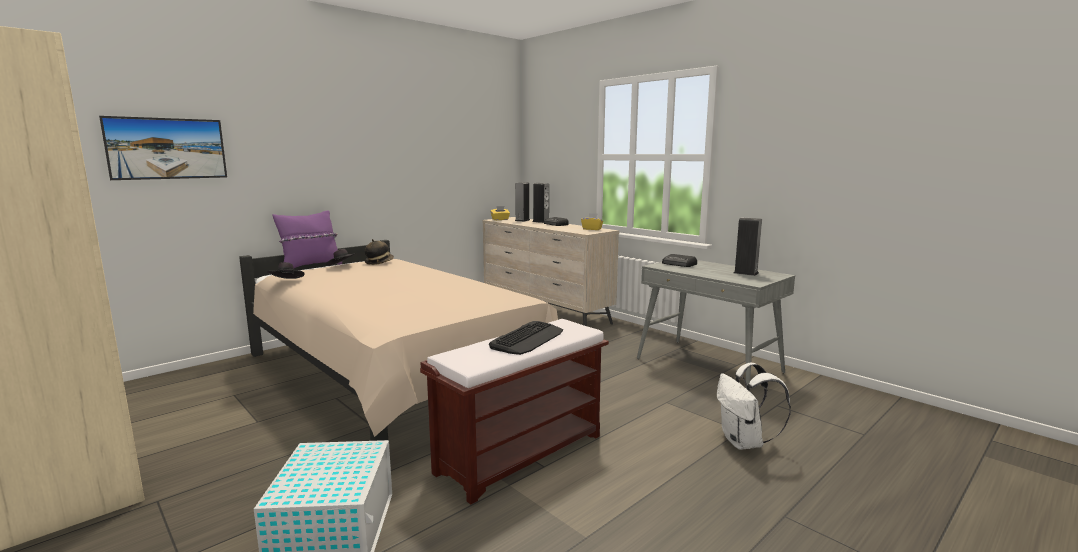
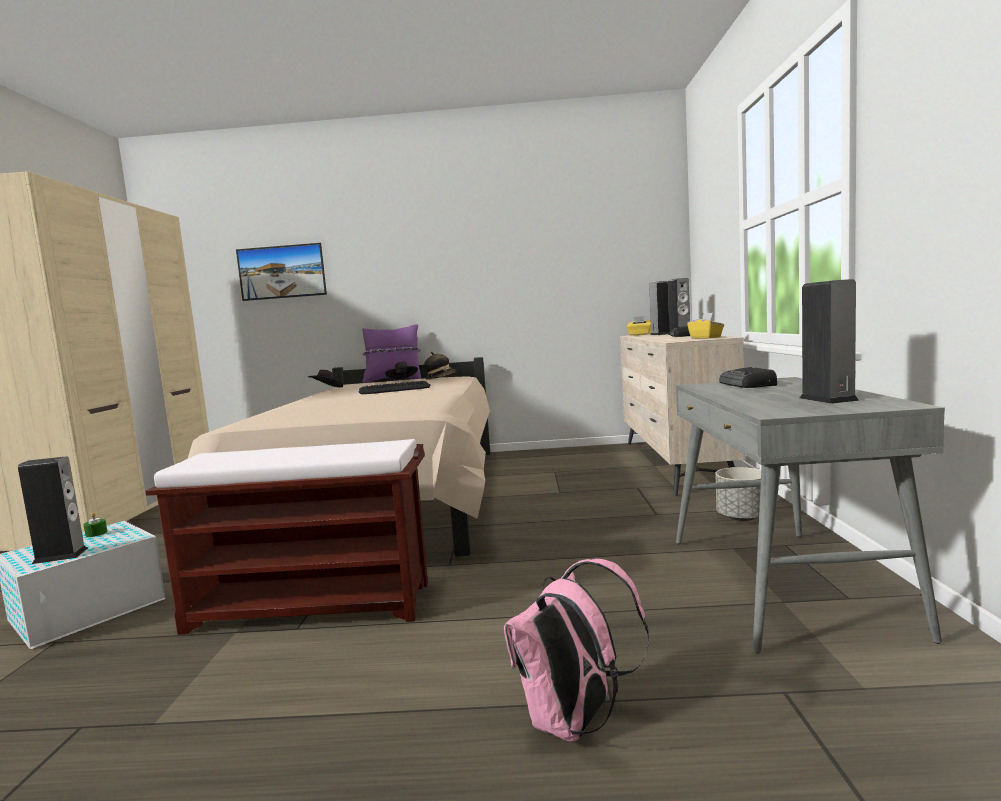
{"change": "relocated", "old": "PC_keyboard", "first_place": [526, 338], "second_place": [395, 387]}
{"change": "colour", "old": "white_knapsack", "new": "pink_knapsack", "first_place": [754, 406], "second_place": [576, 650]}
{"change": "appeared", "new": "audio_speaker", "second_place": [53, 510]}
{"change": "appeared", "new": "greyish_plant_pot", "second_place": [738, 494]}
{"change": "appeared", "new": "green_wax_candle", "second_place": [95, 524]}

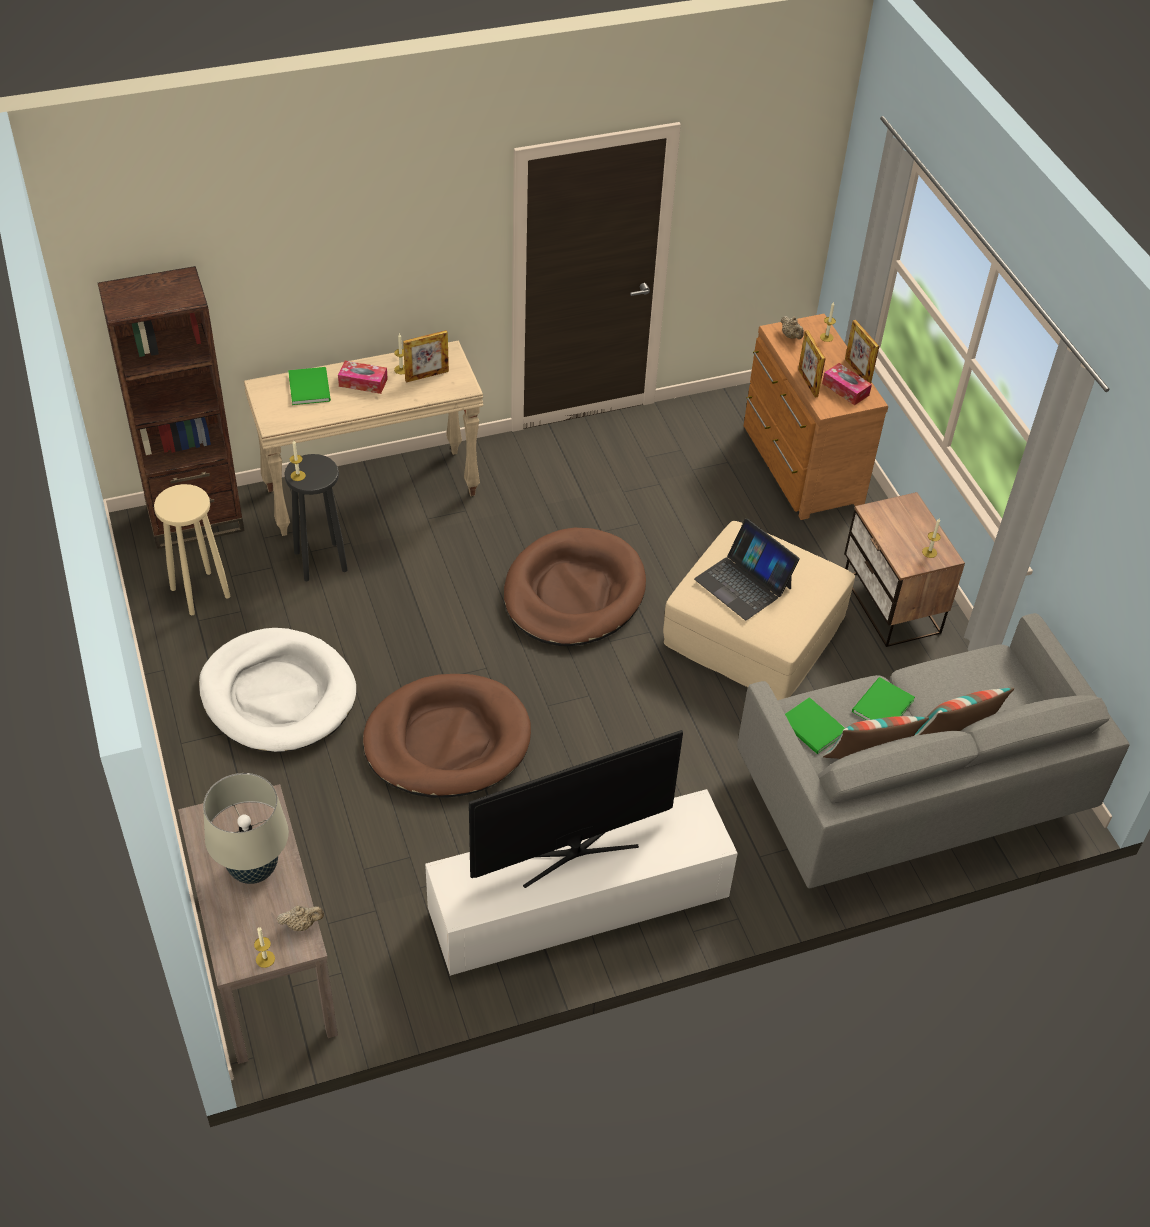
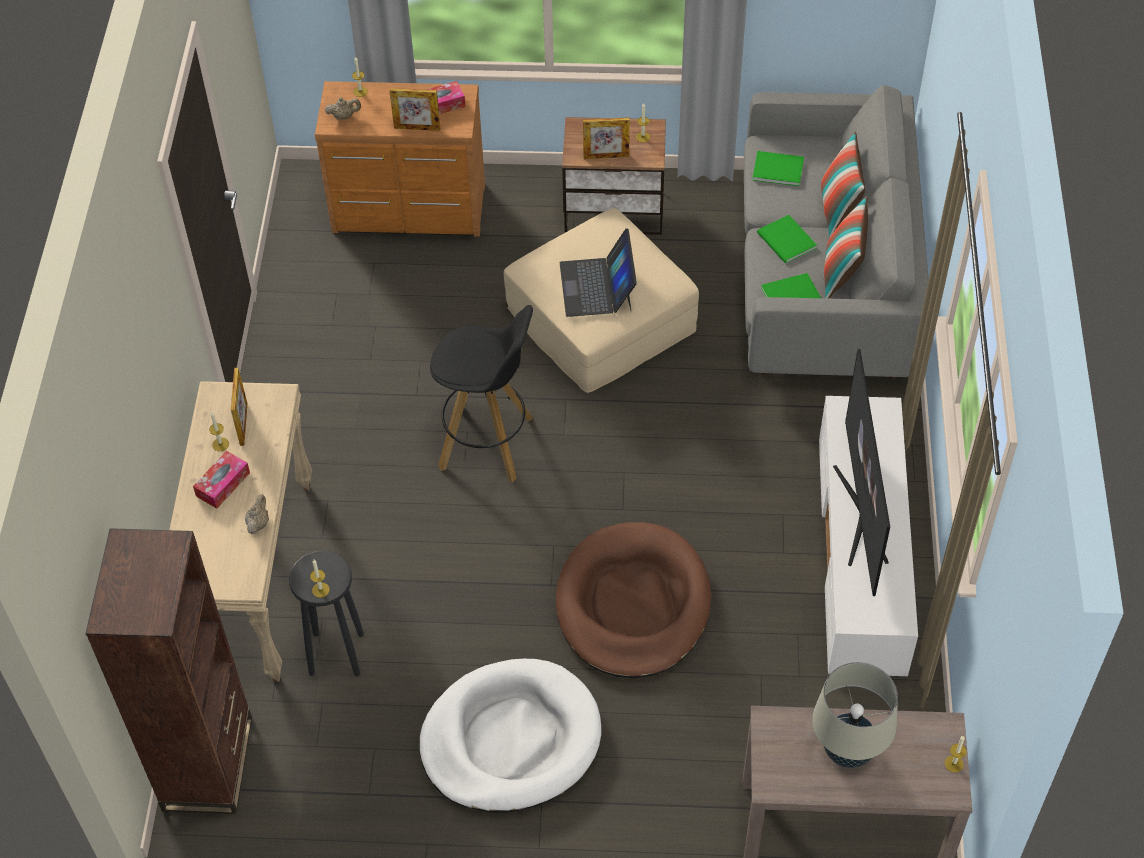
{"change": "relocated", "old": "photo_frame", "first_place": [862, 351], "second_place": [606, 138]}
{"change": "relocated", "old": "green_book", "first_place": [309, 386], "second_place": [778, 168]}
{"change": "missing", "old": "beige_stool", "first_place": [192, 549]}
{"change": "spun", "old": "portable_computer", "first_place": [747, 569], "second_place": [598, 272], "degrees": 105}
{"change": "exchanged", "old": "brown-coloured_dog_cushion", "new": "blackish_stool", "first_place": [575, 586], "second_place": [481, 393]}
{"change": "relocated", "old": "beige_pot_for_tea", "first_place": [300, 918], "second_place": [257, 514]}

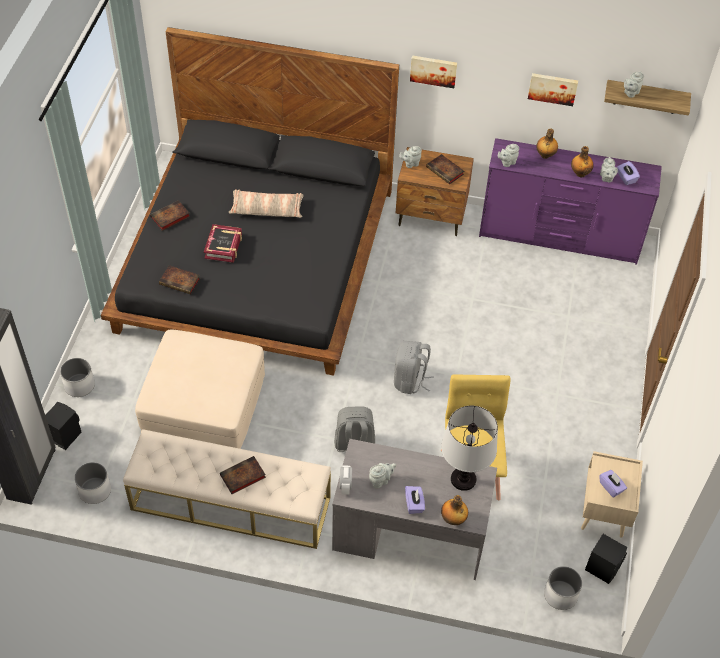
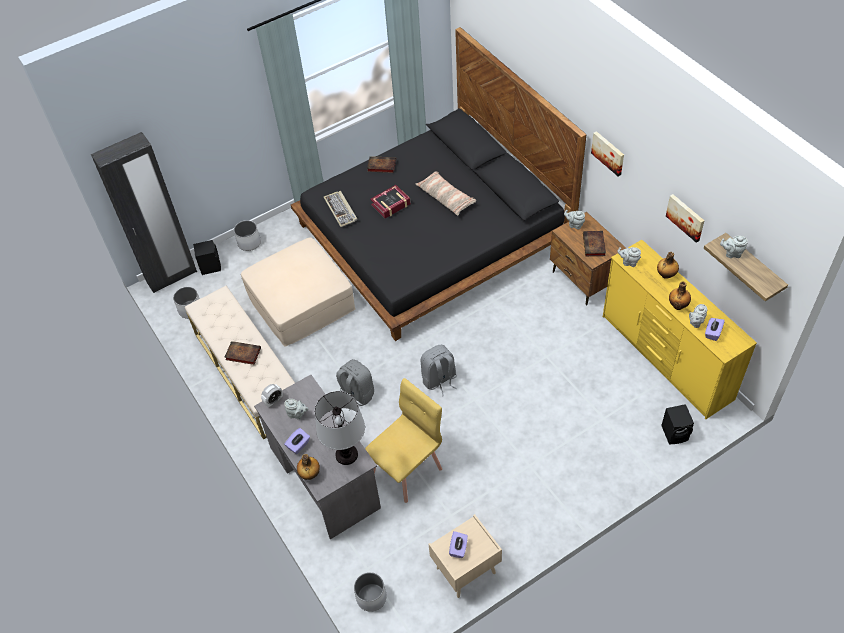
{"change": "colour", "old": "purplish_dresser", "new": "yellow-coloured_dresser", "first_place": [570, 201], "second_place": [680, 329]}
{"change": "exchanged", "old": "book", "new": "PC_keyboard", "first_place": [179, 279], "second_place": [340, 209]}
{"change": "relocated", "old": "blackish_audio_speaker", "first_place": [606, 559], "second_place": [677, 424]}

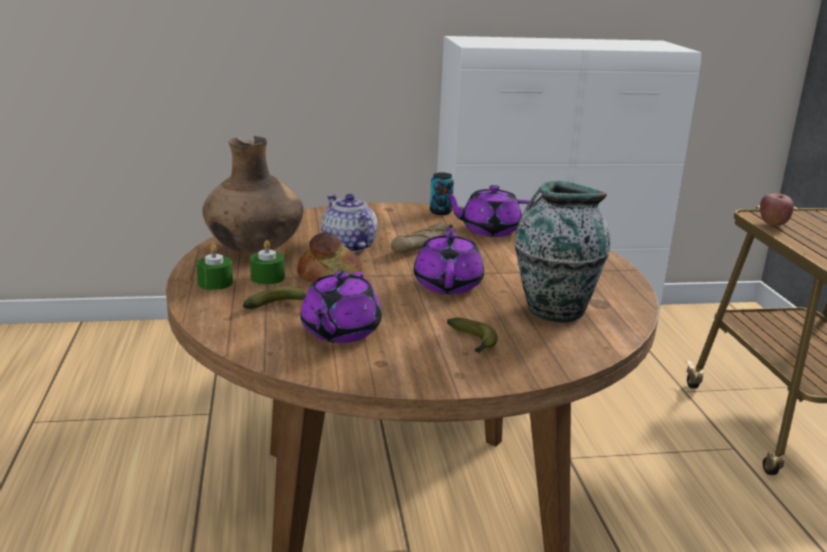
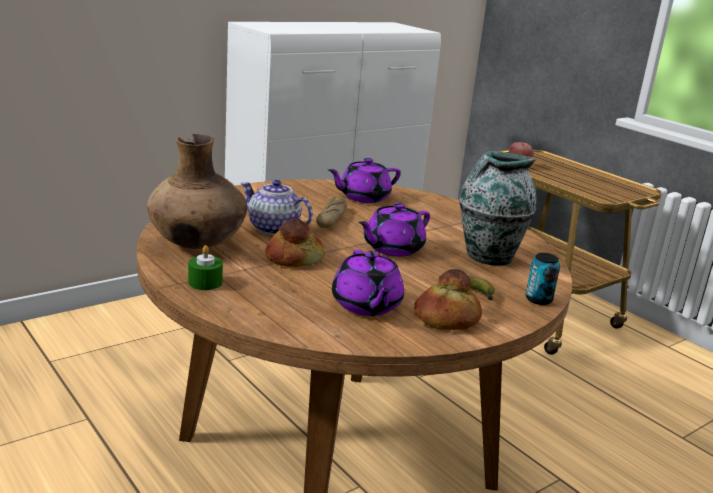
{"change": "relocated", "old": "can", "first_place": [442, 193], "second_place": [543, 279]}
{"change": "spun", "old": "purplish_pot_for_tea", "first_place": [449, 259], "second_place": [394, 230], "degrees": -105}
{"change": "missing", "old": "green_wax_candle", "first_place": [267, 262]}
{"change": "missing", "old": "banana_fruit", "first_place": [275, 297]}
{"change": "appeared", "new": "bakery_bread", "second_place": [448, 299]}

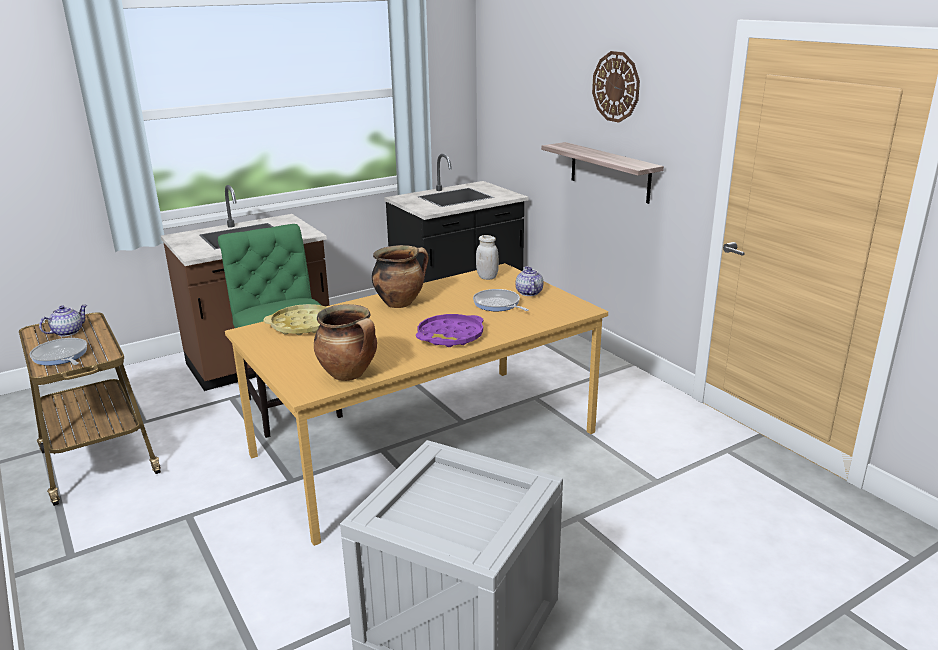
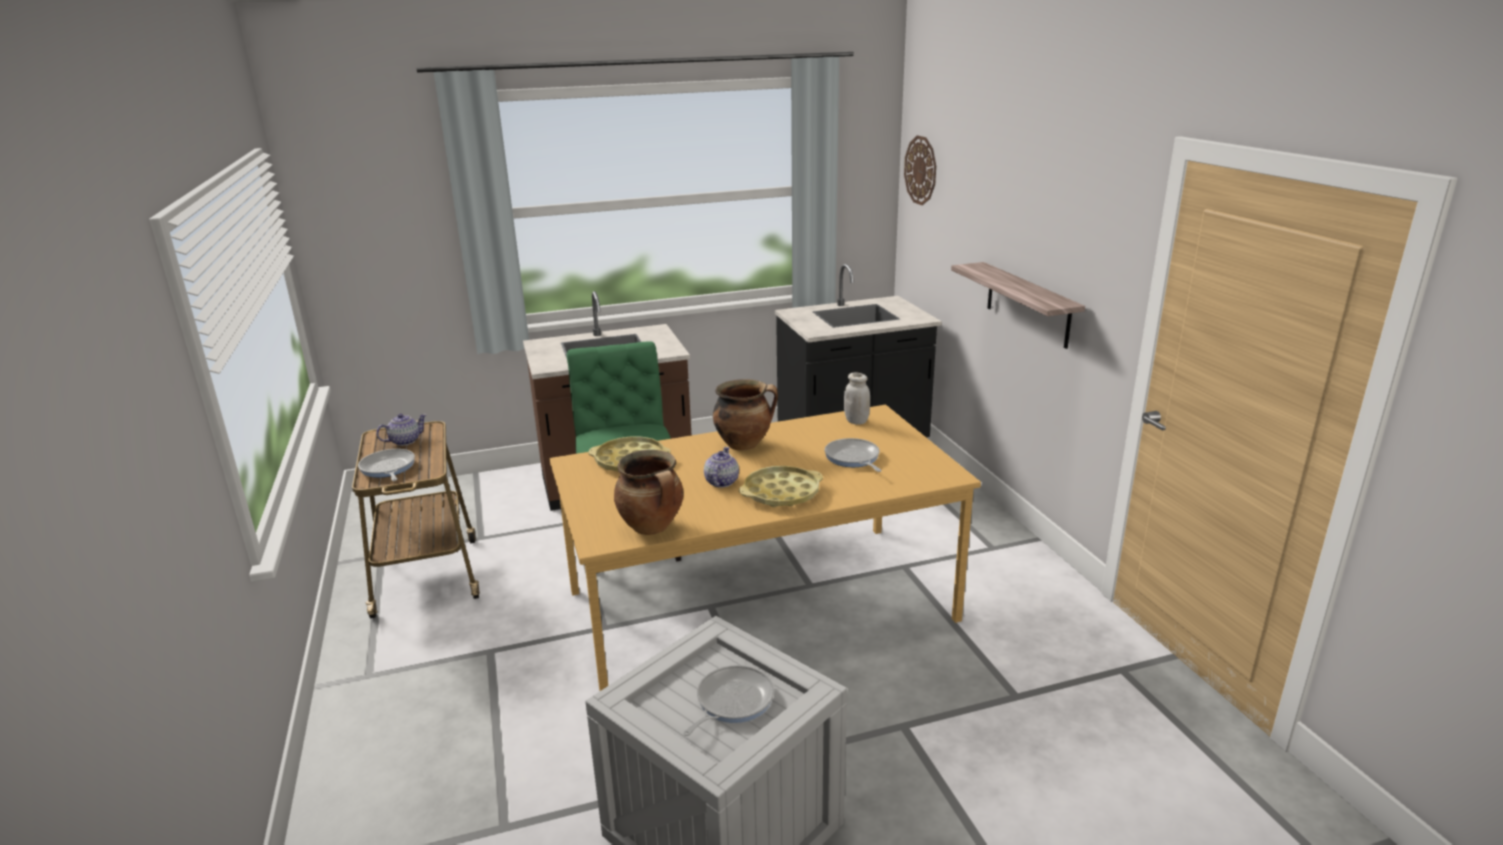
{"change": "relocated", "old": "hanging_clock", "first_place": [616, 87], "second_place": [920, 170]}
{"change": "relocated", "old": "pot_for_tea", "first_place": [530, 281], "second_place": [721, 467]}
{"change": "colour", "old": "purplish_tray", "new": "yellow-coloured_tray", "first_place": [450, 330], "second_place": [781, 486]}
{"change": "appeared", "new": "frying_pan", "second_place": [728, 700]}

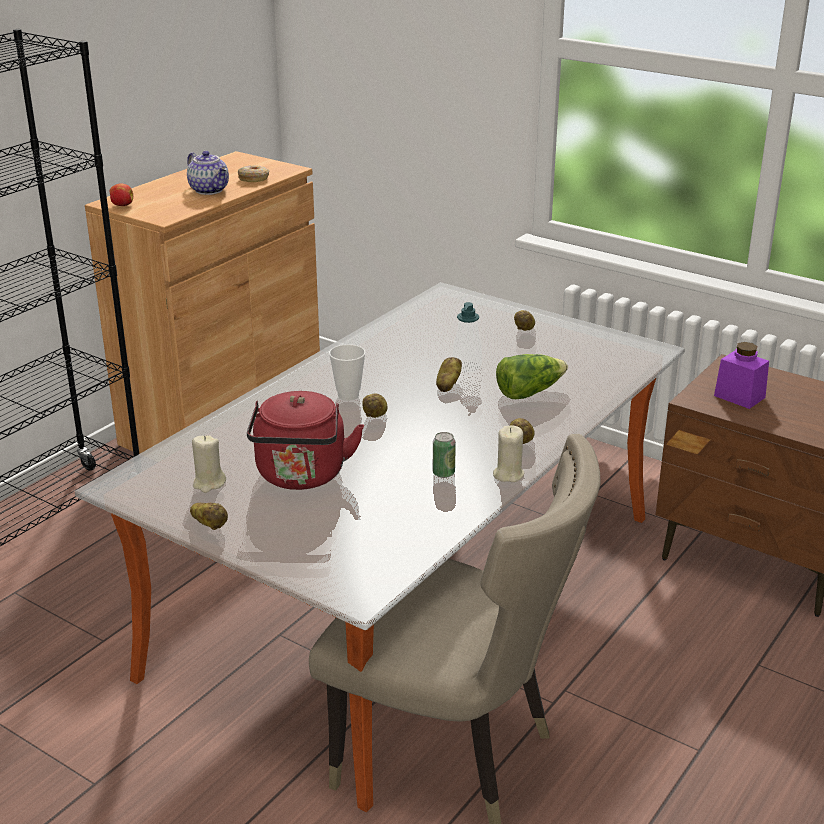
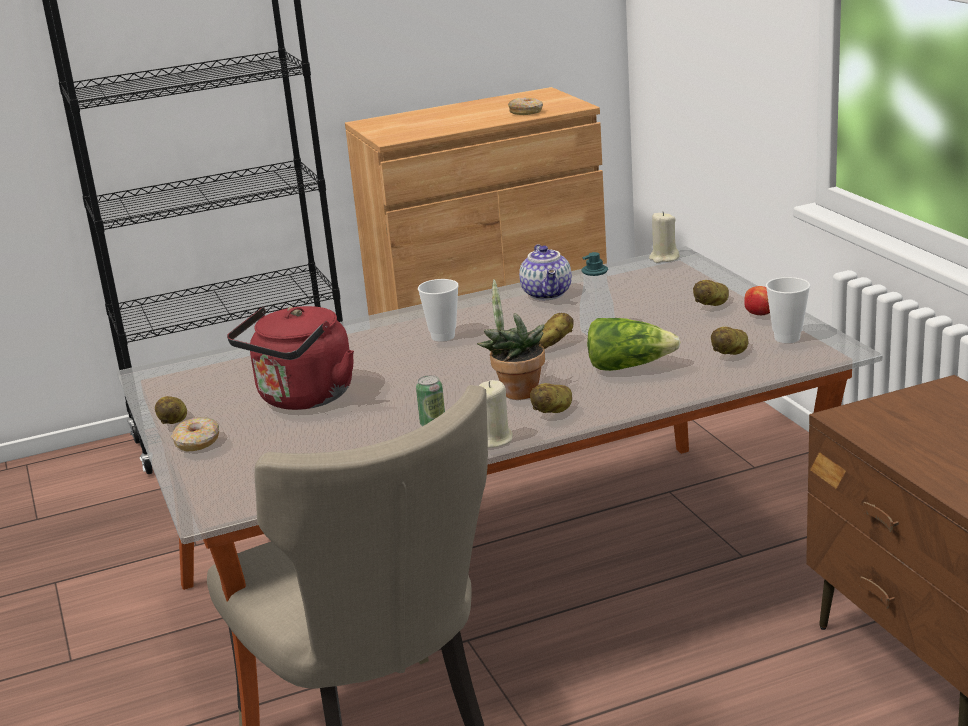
{"change": "relocated", "old": "pot_for_tea", "first_place": [208, 173], "second_place": [545, 272]}
{"change": "relocated", "old": "apple_fruit", "first_place": [121, 194], "second_place": [757, 300]}
{"change": "missing", "old": "purplish_preserve_jar", "first_place": [741, 375]}
{"change": "relocated", "old": "whole_potato", "first_place": [374, 406], "second_place": [729, 341]}
{"change": "relocated", "old": "beige_wax_candle", "first_place": [209, 464], "second_place": [664, 237]}
{"change": "appeared", "new": "cup", "second_place": [788, 310]}
{"change": "appeared", "new": "potted_plant", "second_place": [511, 340]}
{"change": "appeared", "new": "doughnut", "second_place": [195, 434]}

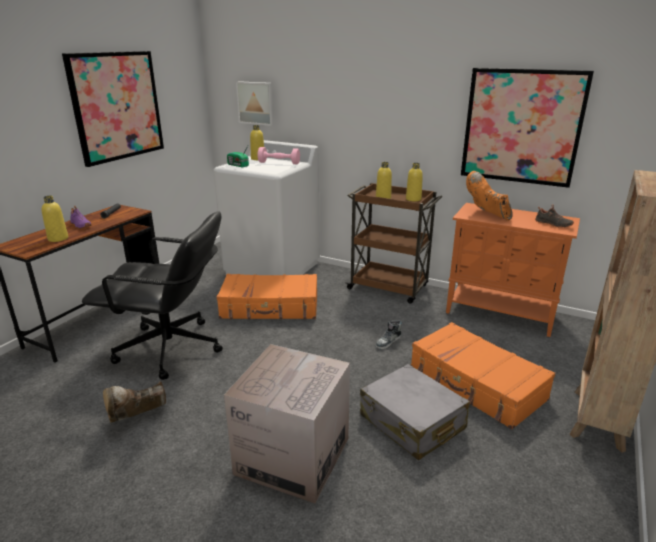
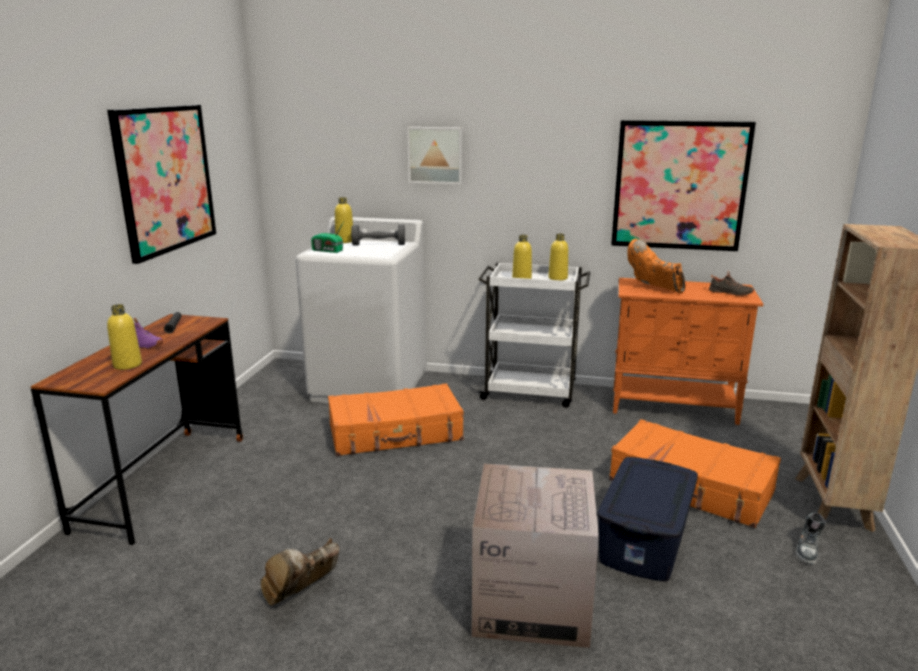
{"change": "relocated", "old": "picture", "first_place": [255, 103], "second_place": [435, 155]}
{"change": "colour", "old": "pink_hand_weight", "new": "greyish_hand_weight", "first_place": [279, 155], "second_place": [378, 235]}
{"change": "colour", "old": "brown-coloured_wheeled_cart", "new": "white_wheeled_cart", "first_place": [393, 243], "second_place": [533, 335]}
{"change": "missing", "old": "blackish_computer_chair", "first_place": [152, 295]}
{"change": "relocated", "old": "shoe", "first_place": [389, 334], "second_place": [811, 538]}
{"change": "exchanged", "old": "greyish_travel_case", "new": "blue-coloured_storage_bin", "first_place": [415, 412], "second_place": [647, 519]}

